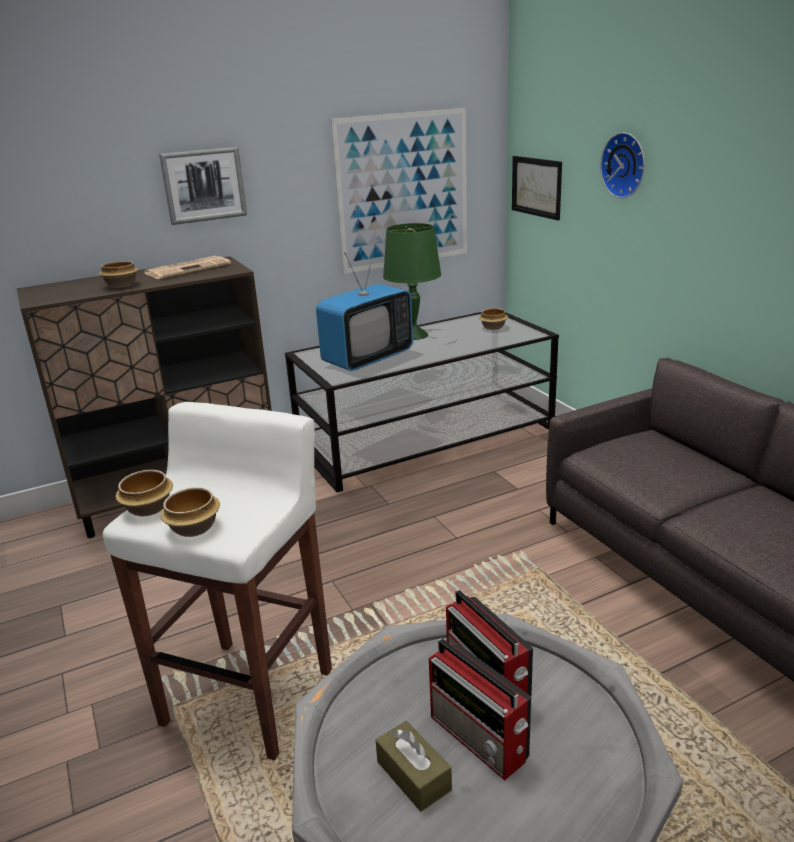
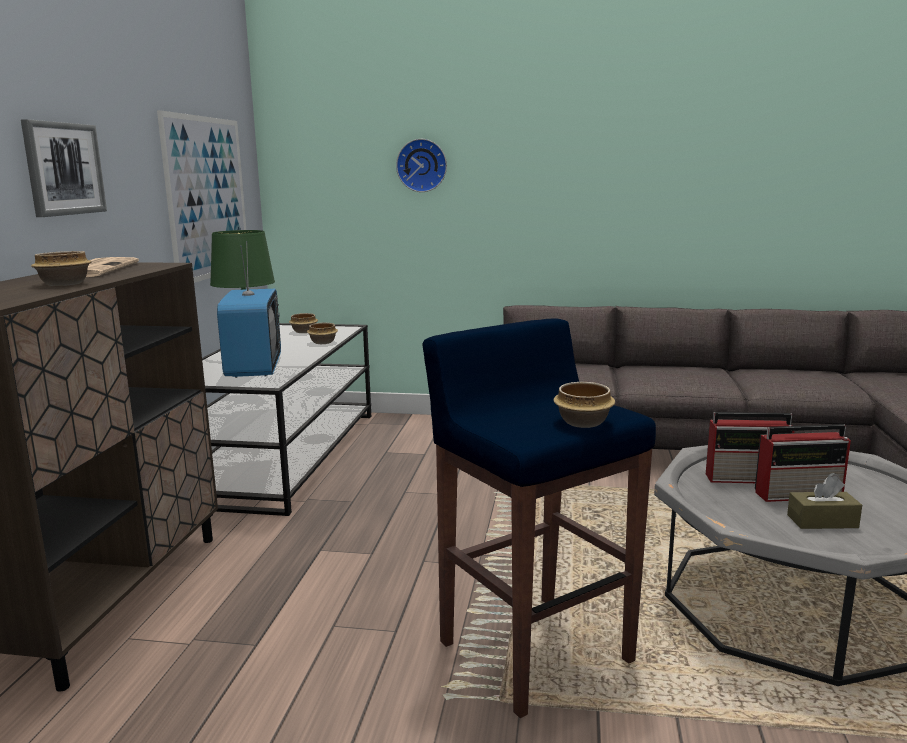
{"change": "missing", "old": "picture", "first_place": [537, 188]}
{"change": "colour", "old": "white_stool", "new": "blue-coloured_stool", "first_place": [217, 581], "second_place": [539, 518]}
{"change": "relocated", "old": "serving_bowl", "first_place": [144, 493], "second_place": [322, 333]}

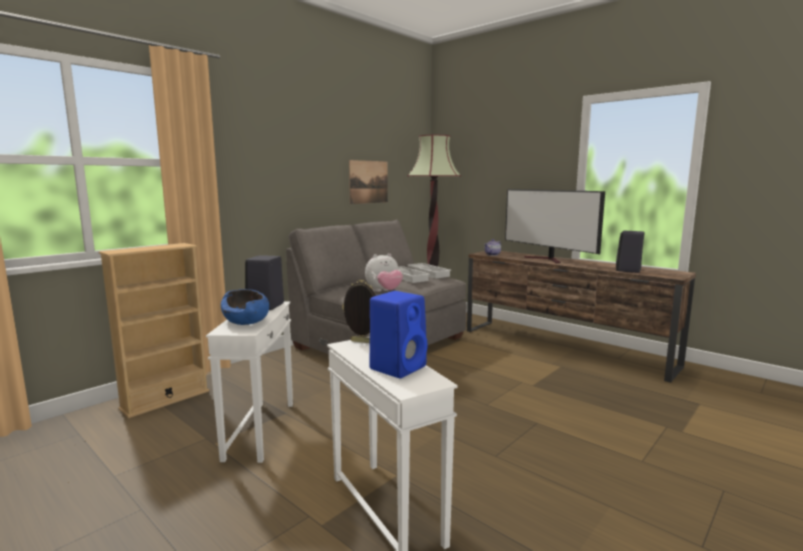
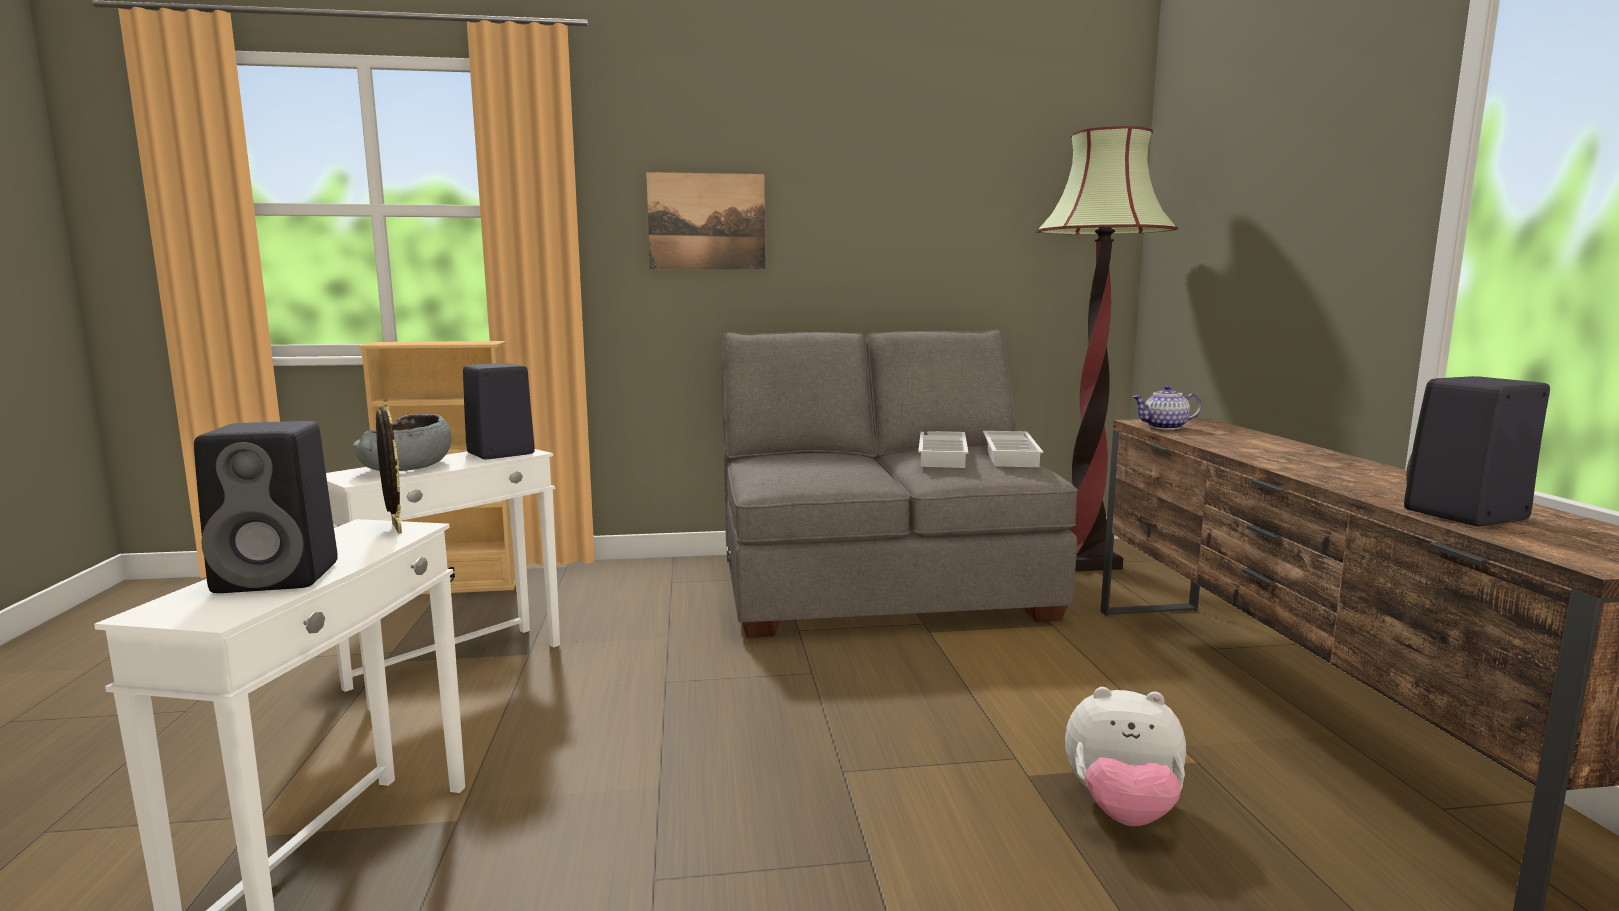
{"change": "relocated", "old": "picture", "first_place": [368, 182], "second_place": [705, 221]}
{"change": "missing", "old": "television", "first_place": [555, 226]}
{"change": "relocated", "old": "cuddly_toy", "first_place": [384, 272], "second_place": [1125, 756]}
{"change": "colour", "old": "blue-coloured_serving_bowl", "new": "greyish_serving_bowl", "first_place": [245, 307], "second_place": [402, 442]}
{"change": "colour", "old": "blue-coloured_audio_speaker", "new": "blackish_audio_speaker", "first_place": [398, 334], "second_place": [266, 507]}

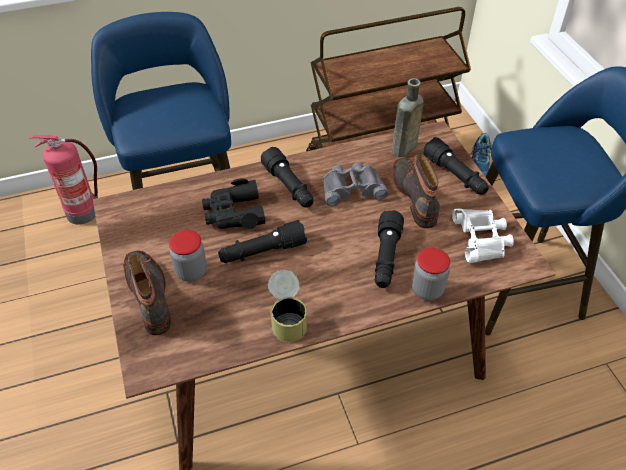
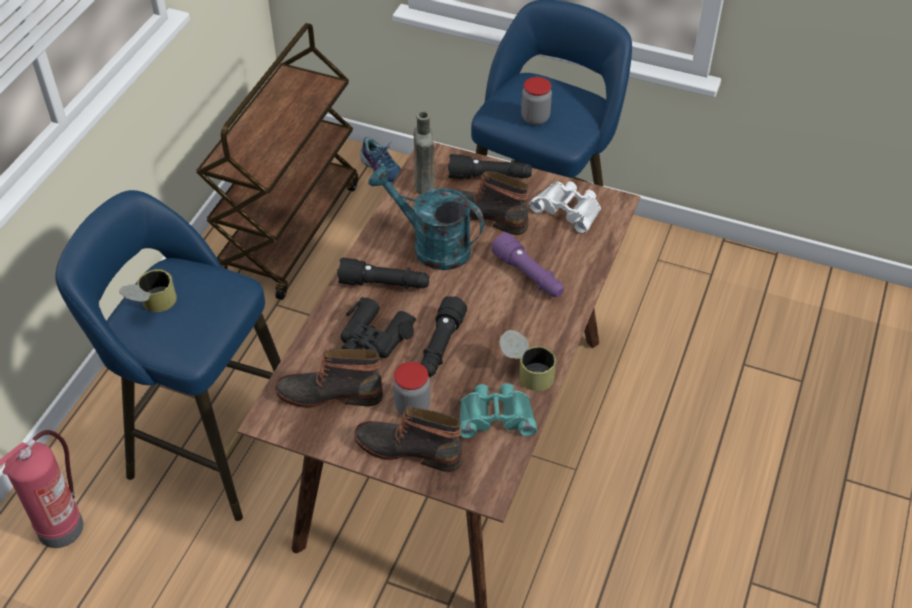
{"change": "exchanged", "old": "greyish_pair_of_binoculars", "new": "turquoise_sprinkling_can", "first_place": [355, 184], "second_place": [426, 218]}
{"change": "colour", "old": "blackish_torch", "new": "purplish_torch", "first_place": [389, 249], "second_place": [528, 264]}
{"change": "relocated", "old": "preserve_jar", "first_place": [431, 274], "second_place": [536, 101]}
{"change": "appeared", "new": "can", "second_place": [148, 290]}
{"change": "appeared", "new": "boot", "second_place": [329, 378]}
{"change": "appeared", "new": "turquoise_pair_of_binoculars", "second_place": [498, 410]}

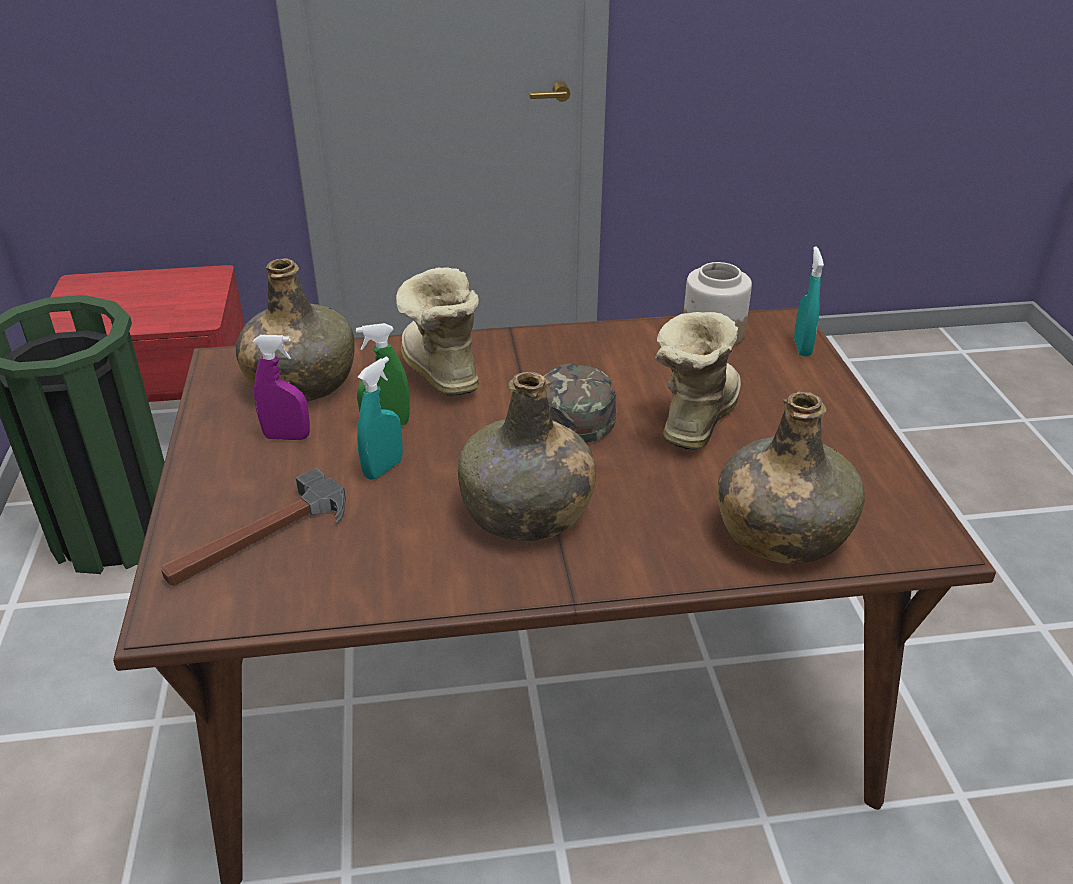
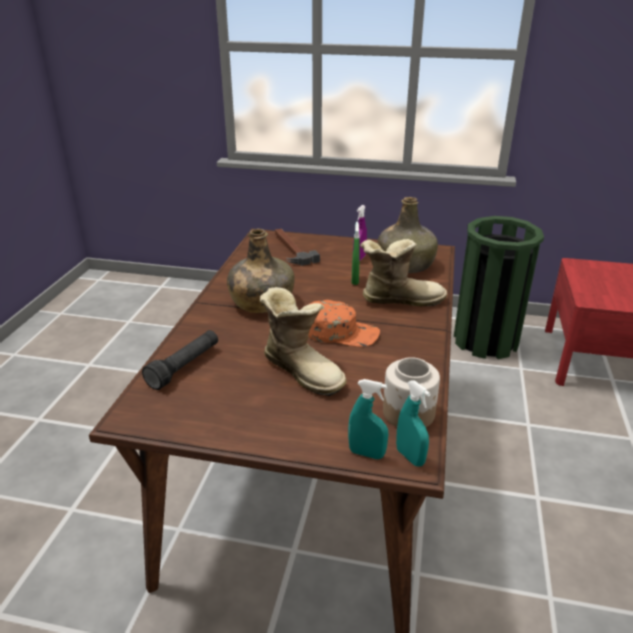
{"change": "relocated", "old": "turquoise_sprayer", "first_place": [380, 418], "second_place": [413, 423]}
{"change": "colour", "old": "green_peaked_cap", "new": "orange_peaked_cap", "first_place": [579, 403], "second_place": [344, 323]}
{"change": "exchanged", "old": "green_beverage_bottle", "new": "blackish_torch", "first_place": [791, 477], "second_place": [180, 360]}

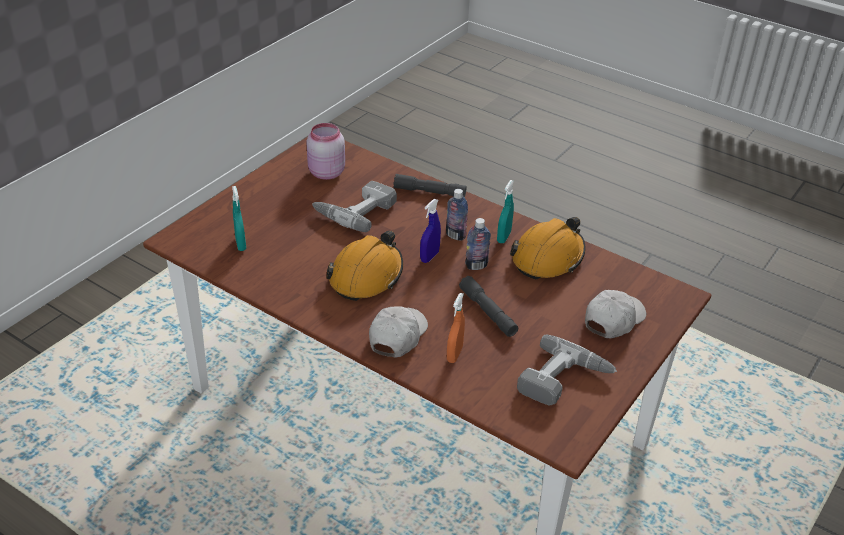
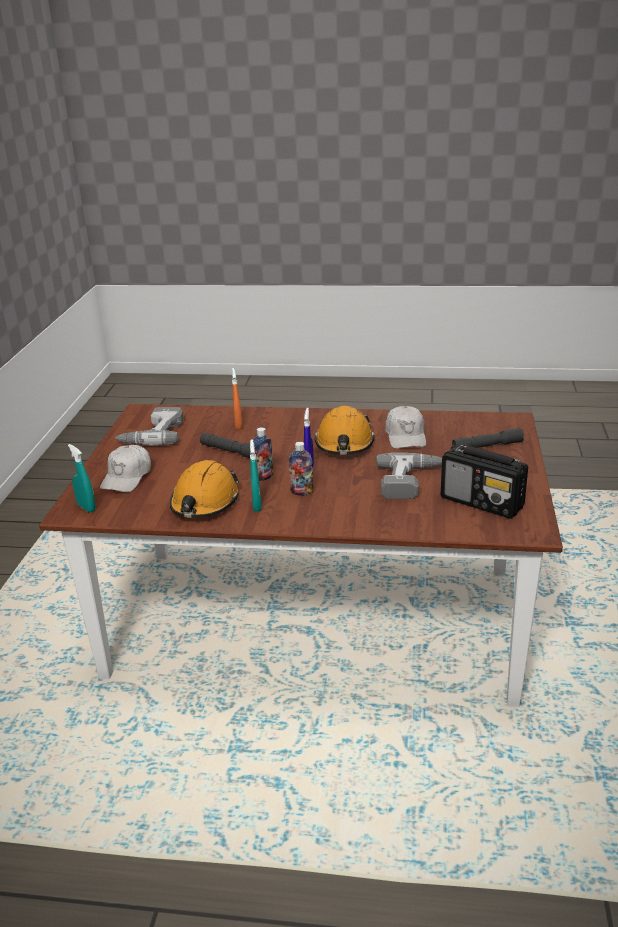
{"change": "exchanged", "old": "pink_preserve_jar", "new": "radio_set", "first_place": [326, 151], "second_place": [484, 482]}
{"change": "relocated", "old": "greyish_torch", "first_place": [430, 186], "second_place": [488, 438]}
{"change": "relocated", "old": "turquoise_sprayer", "first_place": [239, 218], "second_place": [82, 478]}
{"change": "relocated", "old": "white_peaked_cap", "first_place": [398, 332], "second_place": [405, 427]}

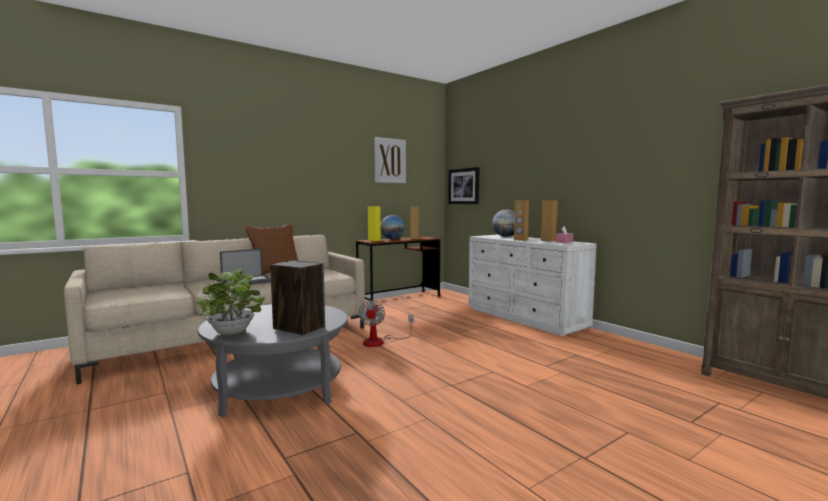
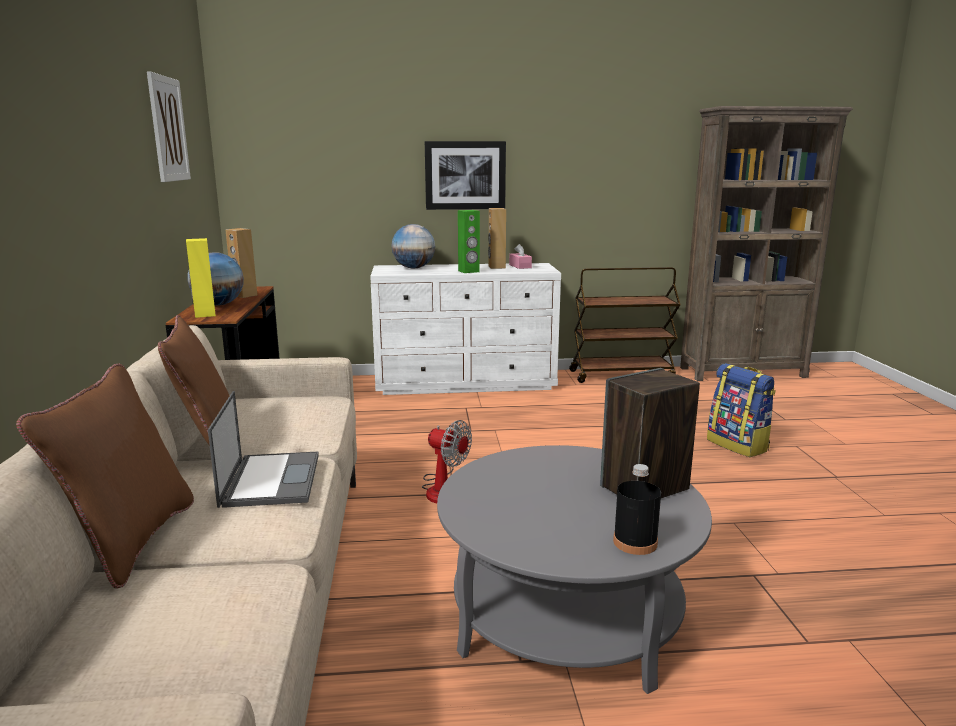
{"change": "relocated", "old": "picture", "first_place": [464, 186], "second_place": [465, 175]}
{"change": "colour", "old": "brown-coloured_audio_speaker", "new": "green_audio_speaker", "first_place": [521, 220], "second_place": [469, 241]}
{"change": "exchanged", "old": "potted_plant", "new": "blackish_beverage_bottle", "first_place": [231, 301], "second_place": [637, 509]}
{"change": "appeared", "new": "brown-coloured_wheeled_cart", "second_place": [625, 325]}
{"change": "appeared", "new": "knapsack", "second_place": [741, 410]}
{"change": "appeared", "new": "brown-coloured_throw_pillow", "second_place": [105, 476]}

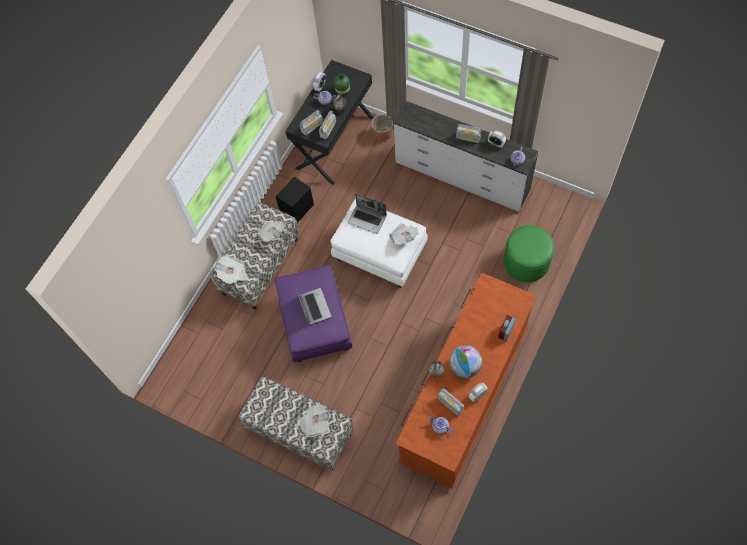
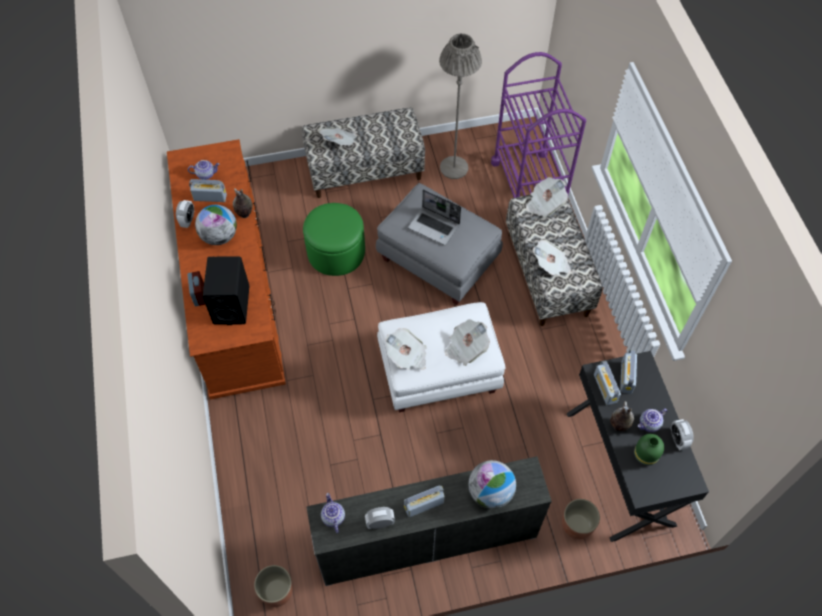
{"change": "relocated", "old": "blackish_audio_speaker", "first_place": [295, 200], "second_place": [226, 290]}
{"change": "exchanged", "old": "portable_computer", "new": "printed_paper", "first_place": [367, 214], "second_place": [467, 342]}
{"change": "relocated", "old": "green_footrest", "first_place": [529, 253], "second_place": [334, 239]}
{"change": "colour", "old": "purplish_footrest", "new": "greyish_footrest", "first_place": [313, 314], "second_place": [439, 244]}
{"change": "appeared", "new": "greyish_floor_lamp", "second_place": [460, 106]}
{"change": "appeared", "new": "purplish_wheeled_cart", "second_place": [538, 125]}
{"change": "appeared", "new": "globe", "second_place": [492, 484]}
{"change": "appeared", "new": "plant_pot", "second_place": [273, 586]}

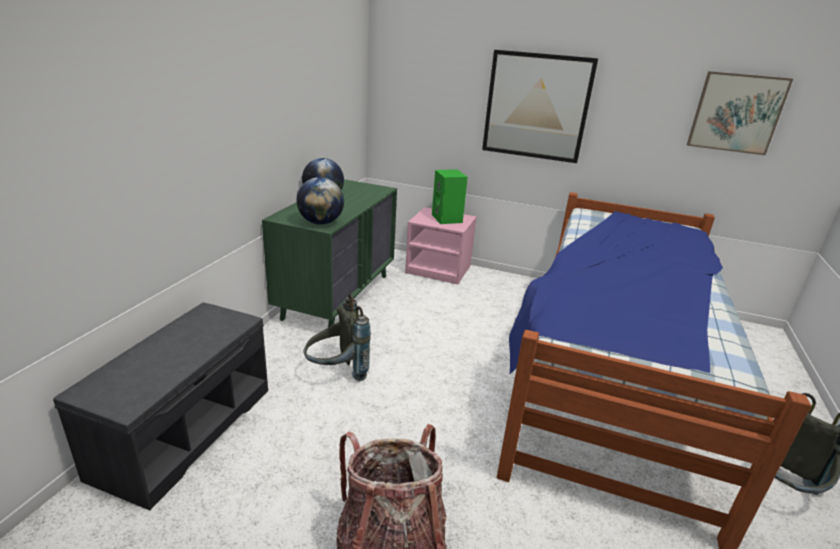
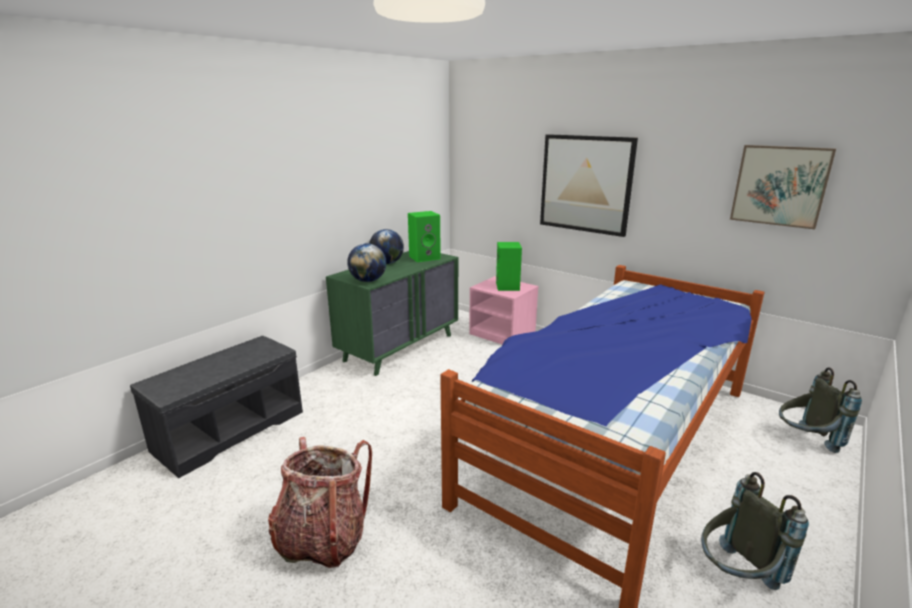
{"change": "relocated", "old": "greyish_knapsack", "first_place": [337, 337], "second_place": [820, 410]}
{"change": "appeared", "new": "green_audio_speaker", "second_place": [424, 236]}

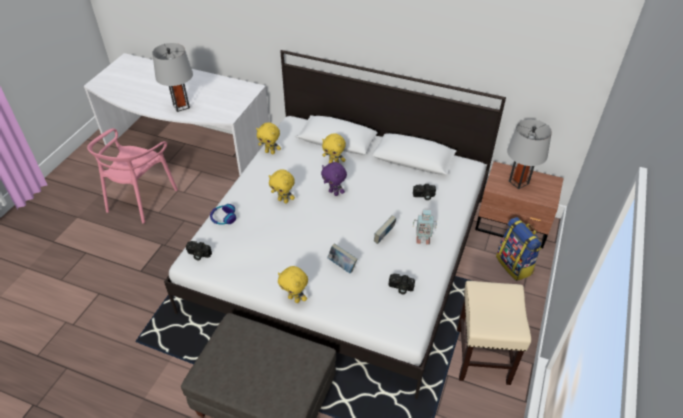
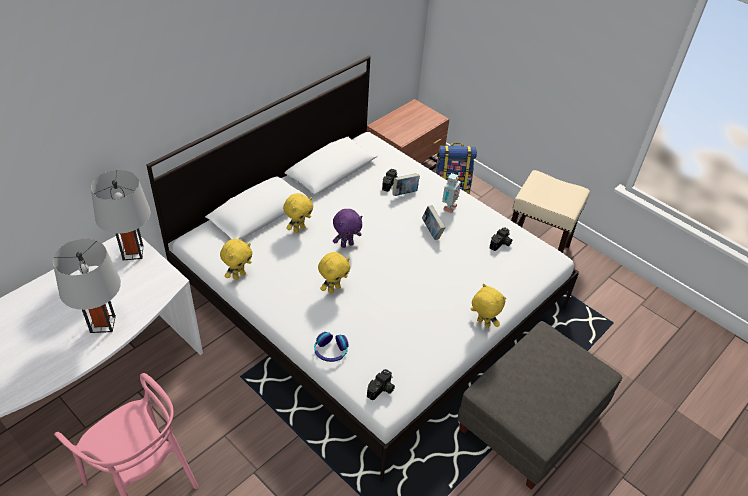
{"change": "relocated", "old": "greyish_lamp_for_a_table", "first_place": [529, 154], "second_place": [121, 215]}
{"change": "relocated", "old": "book", "first_place": [342, 258], "second_place": [406, 184]}
{"change": "spun", "old": "yellow-coloured_cuddly_toy", "first_place": [293, 284], "second_place": [488, 306], "degrees": -105}

